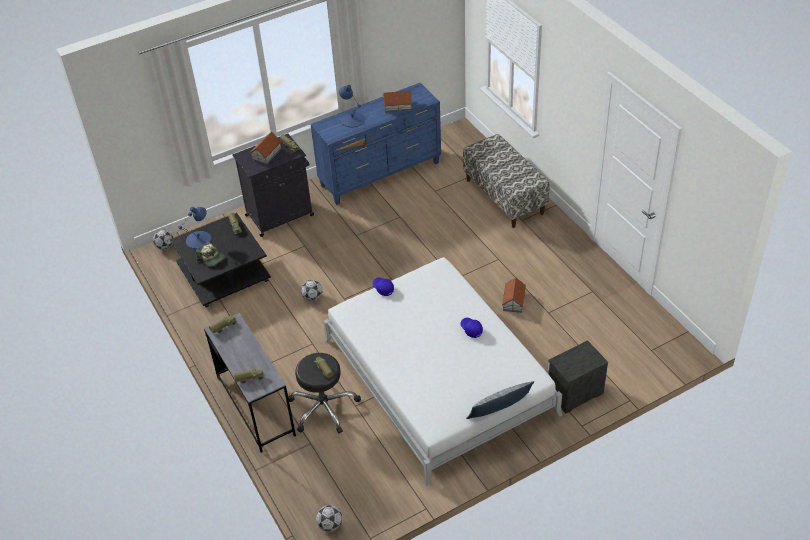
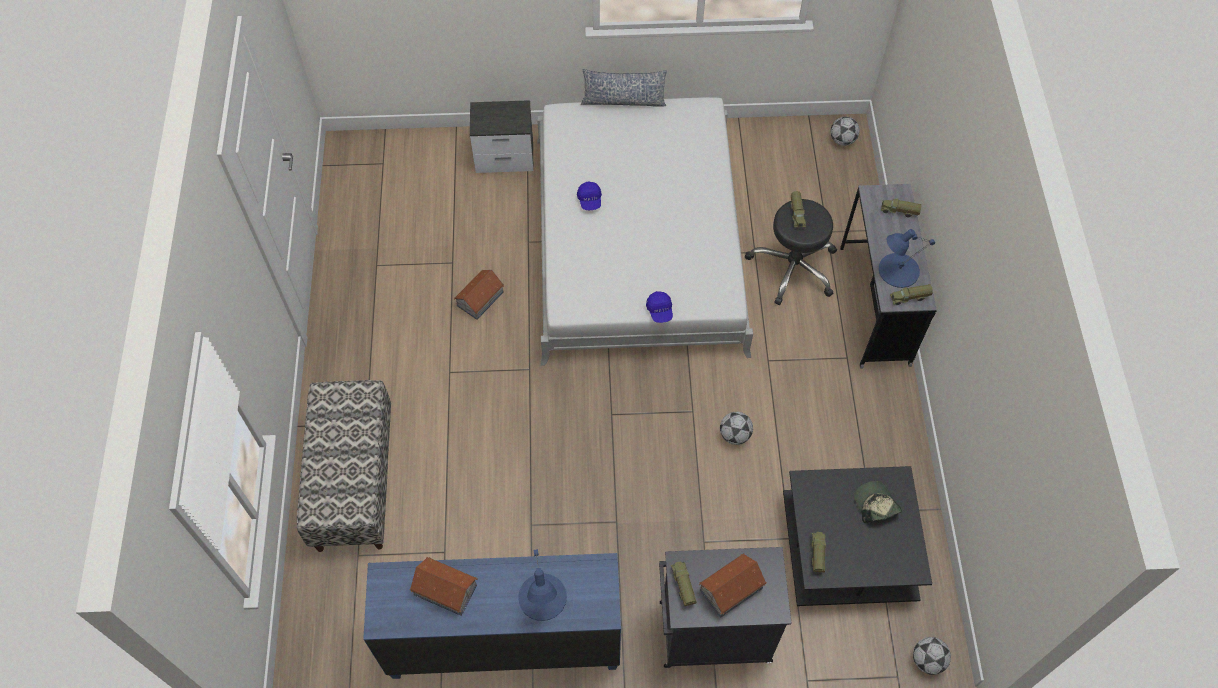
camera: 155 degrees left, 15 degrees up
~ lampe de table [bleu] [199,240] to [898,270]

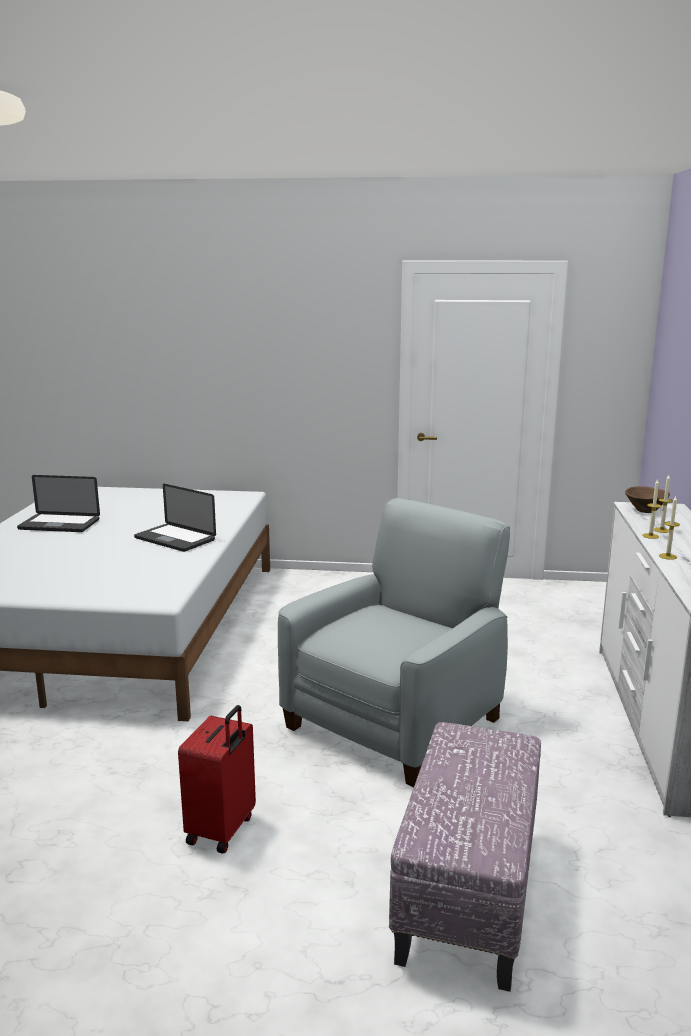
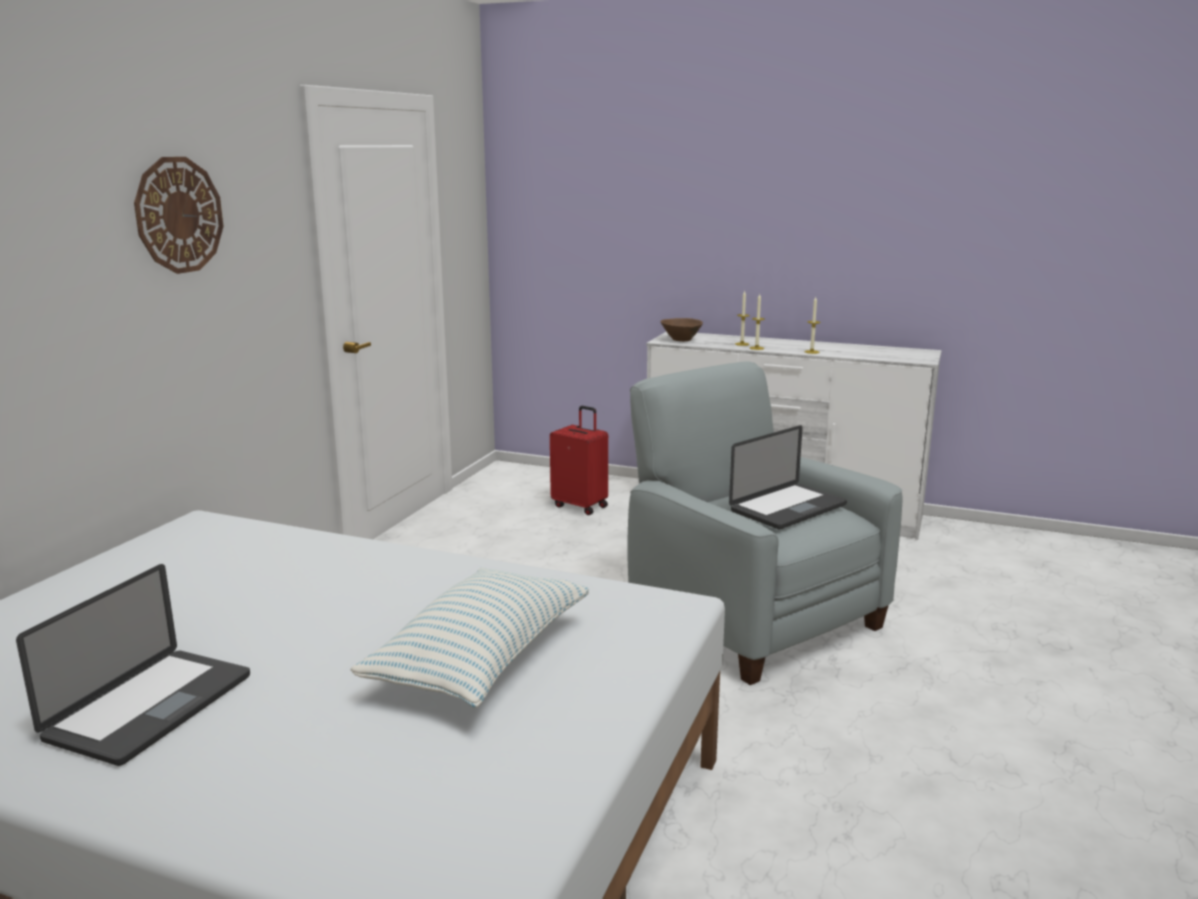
camera: 75 degrees left, 0 degrees up
~ ordinateur portable [175,539] to [788,508]
~ valise [rouge] [222,830] to [581,506]
- pouf [470,893]
+ horloge murale [179,215]
+ coussin [481,660]

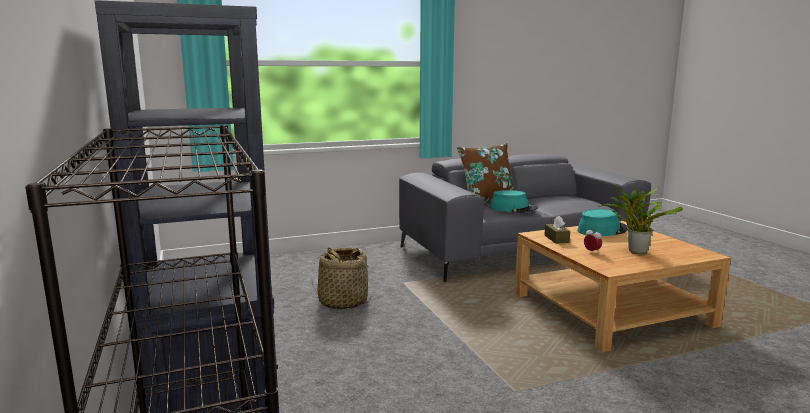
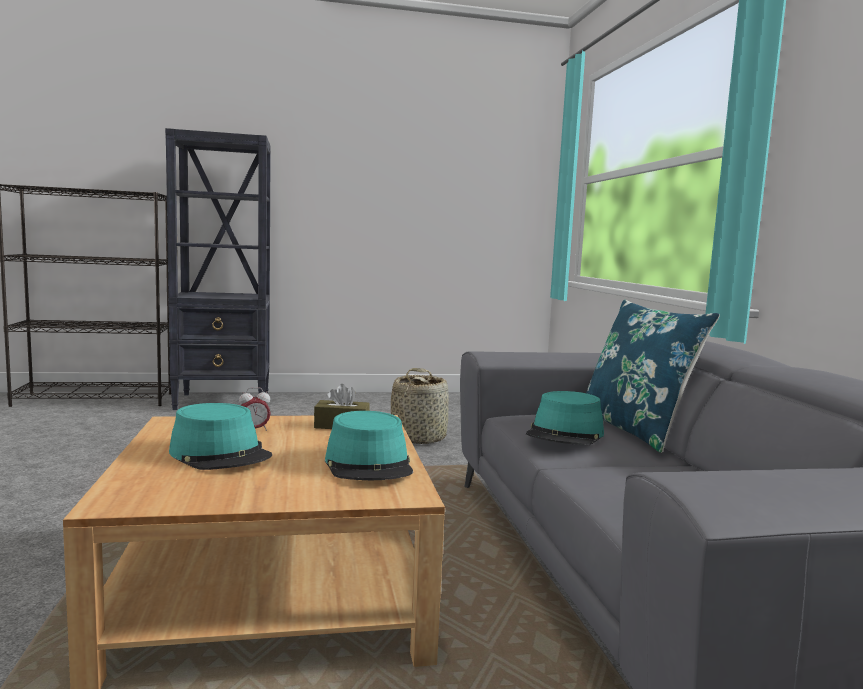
camera: 100 degrees right, 5 degrees down
~ coussin [marron] [487,202] to coussin [bleu] [635,430]
~ plante en pot [635,251] to chapeau [turquoise] [221,454]

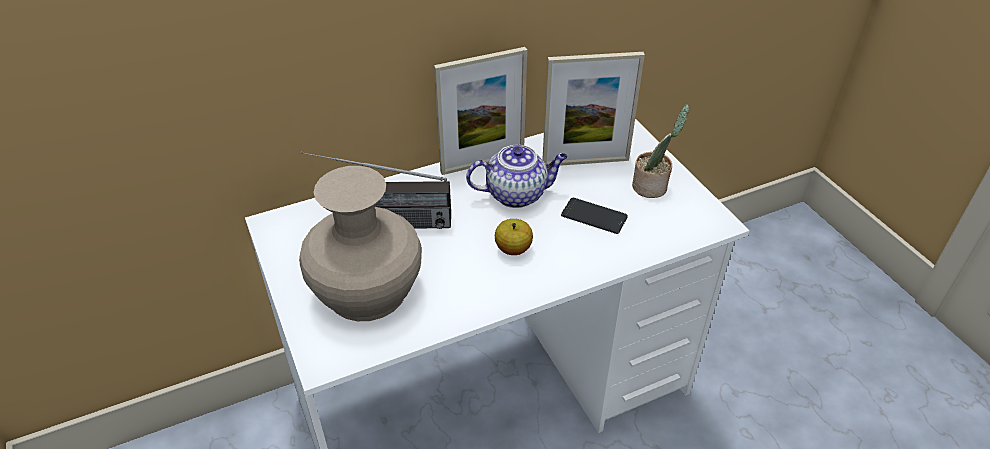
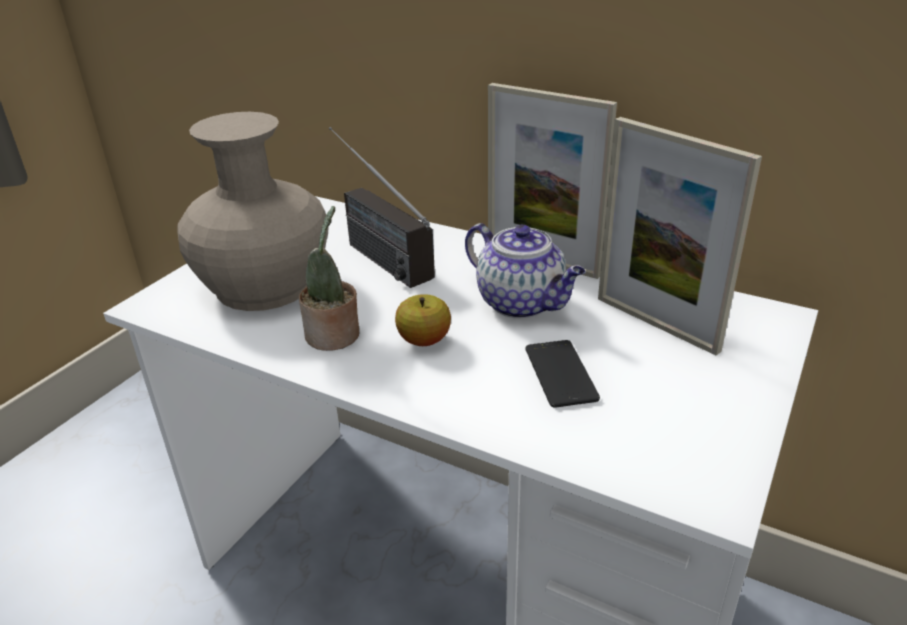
camera: 55 degrees right, 10 degrees down
~ plante en pot [652,187] to [334,337]

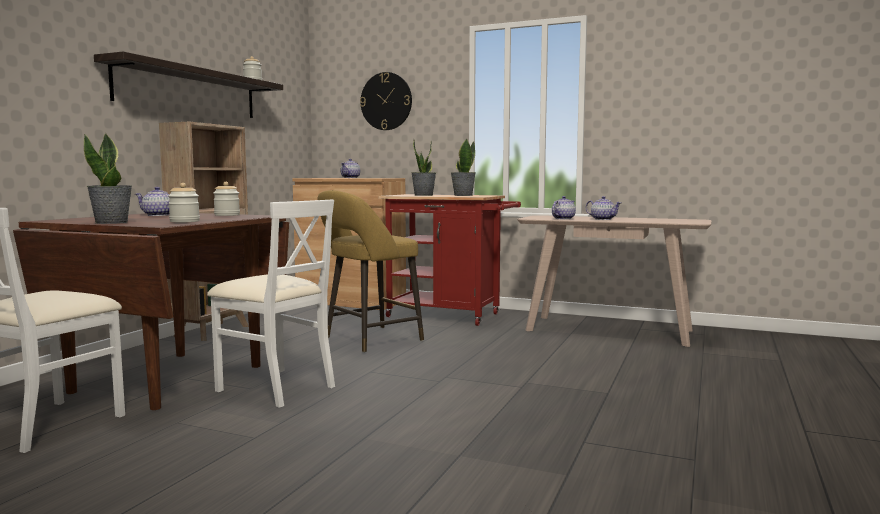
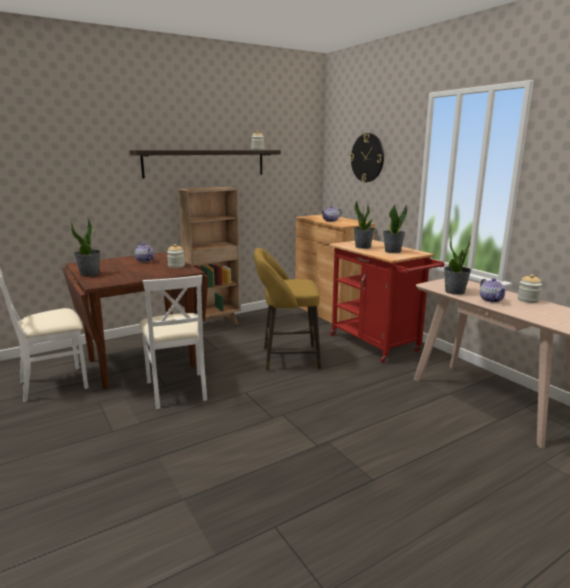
camera: 35 degrees right, 10 degrees up
~ bocal [184,221] to [528,300]
~ théière [562,219] to plante en pot [455,292]

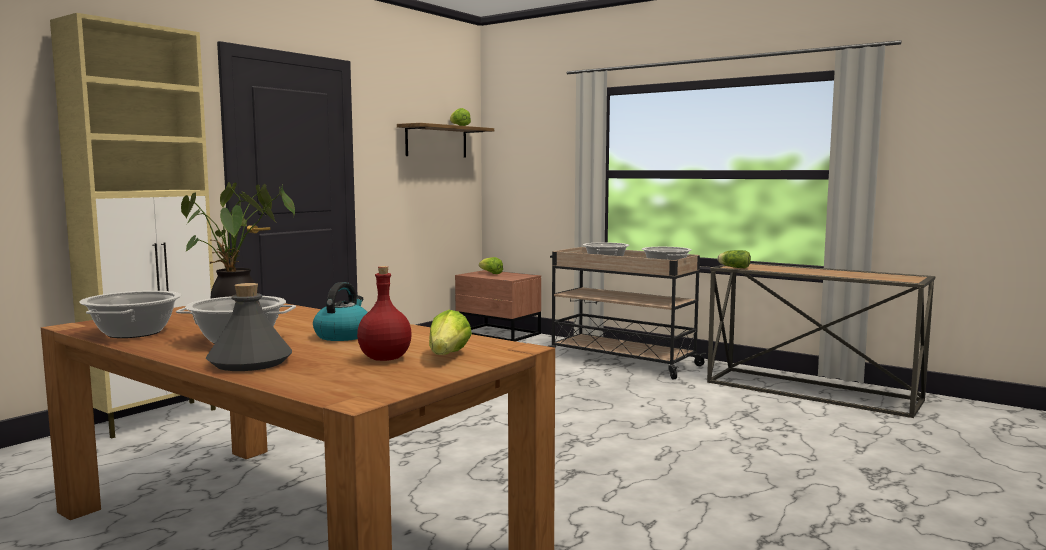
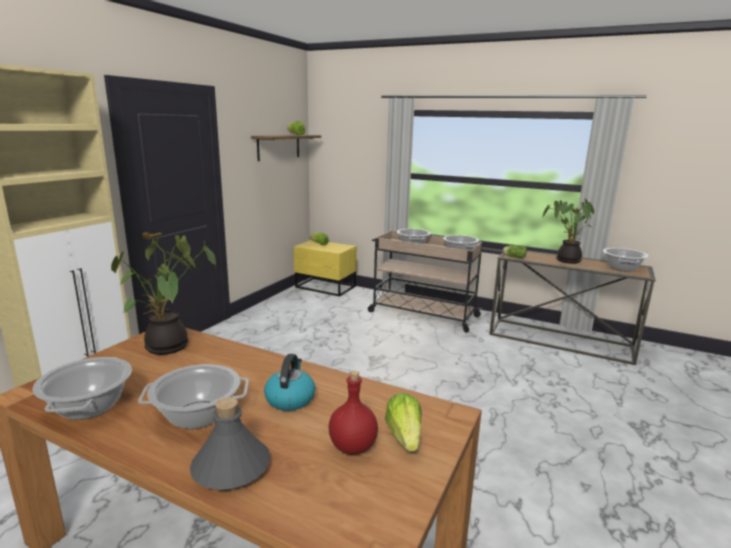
camera: 10 degrees left, 10 degrees up
~ table de chevet [marron] [498,334] to table de chevet [jaune] [325,287]
+ plante en pot [566,260]
+ marmite [622,268]

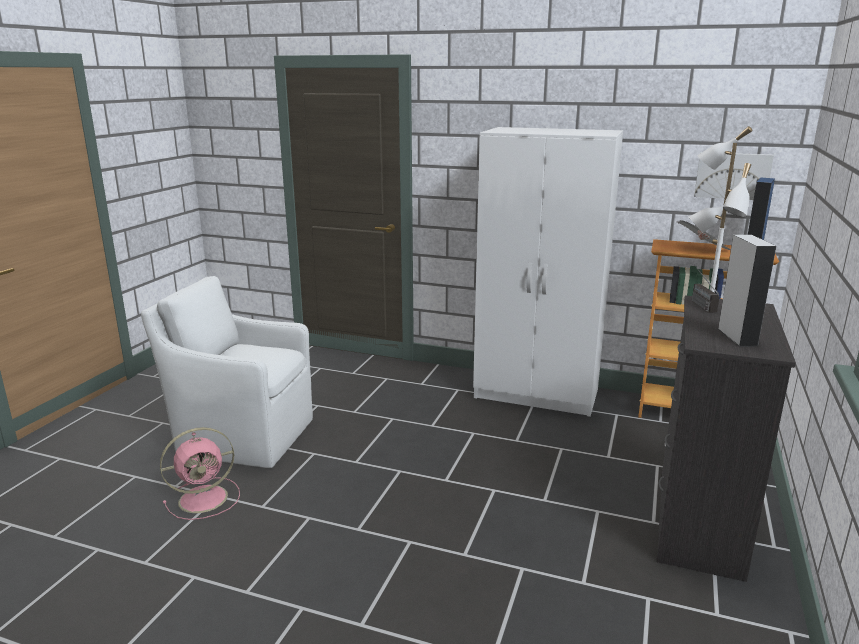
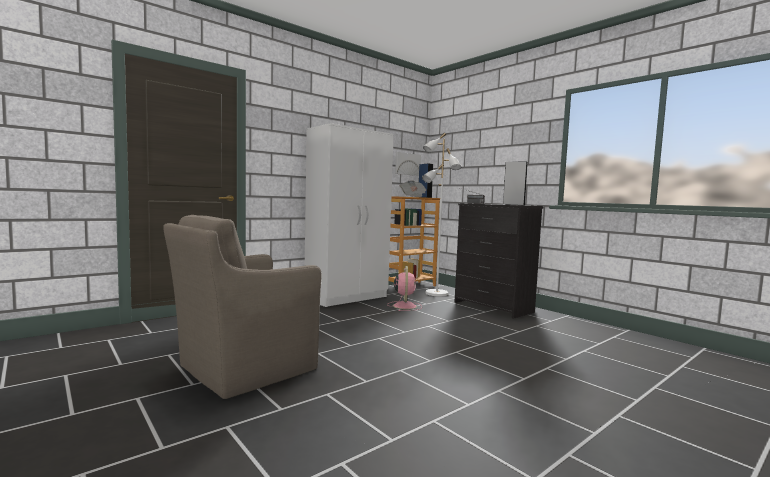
camera: 60 degrees left, 15 degrees down
~ fauteuil [blanc] [243,436] to fauteuil [marron] [244,369]
~ ventilateur [rose] [205,498] to [404,306]

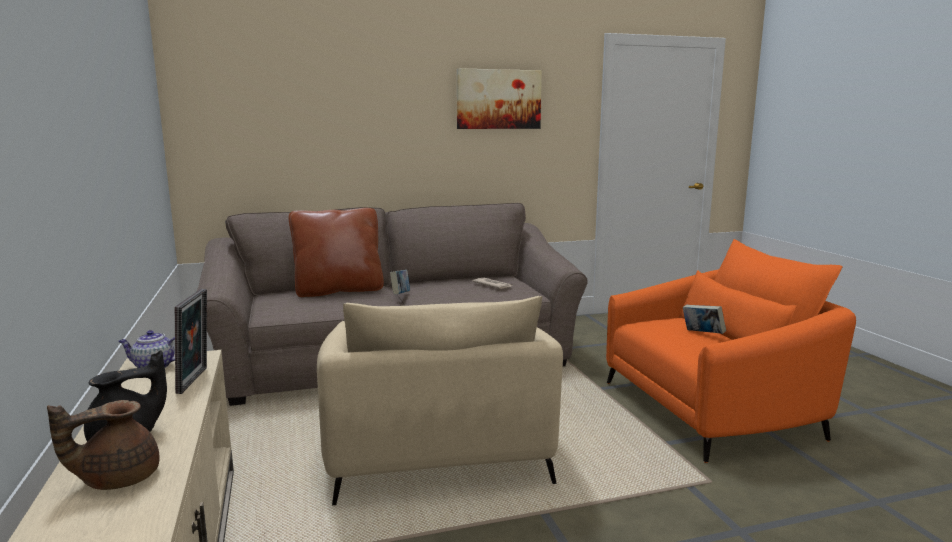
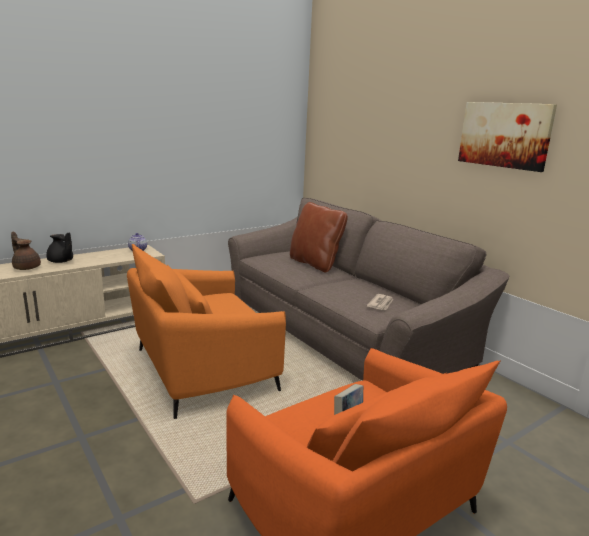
camera: 70 degrees right, 5 degrees up
- livre [400,295]
- cadre photo [196,380]
~ fauteuil [beige] [437,454] to fauteuil [orange] [202,369]

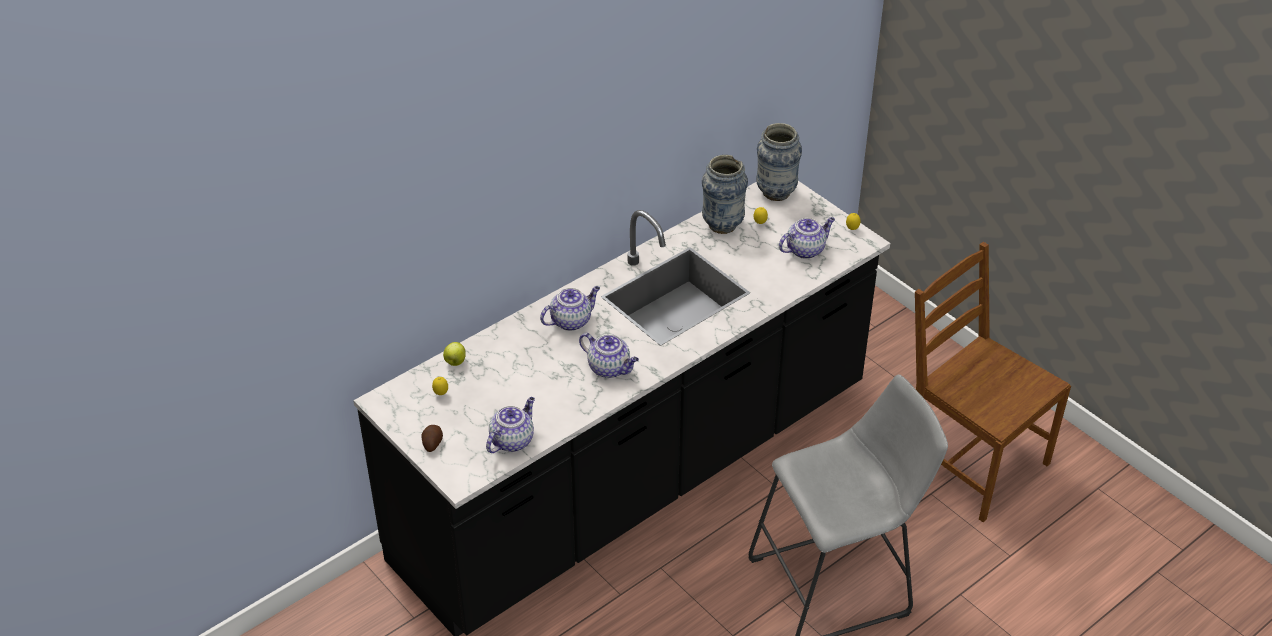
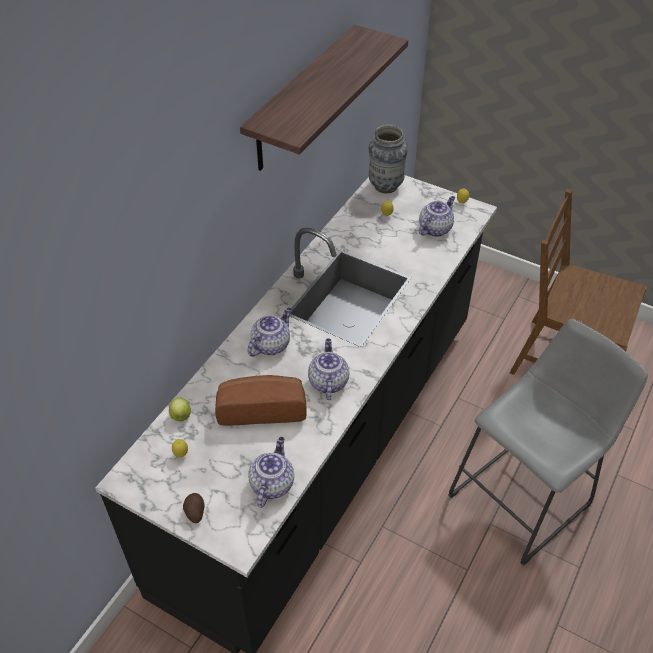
camera: 20 degrees left, 5 degrees up
- vase [722,225]
~ théière [610,368] = [328,382] 105 degrees counterclockwise
+ étagère [302,100]
+ pain [262,408]

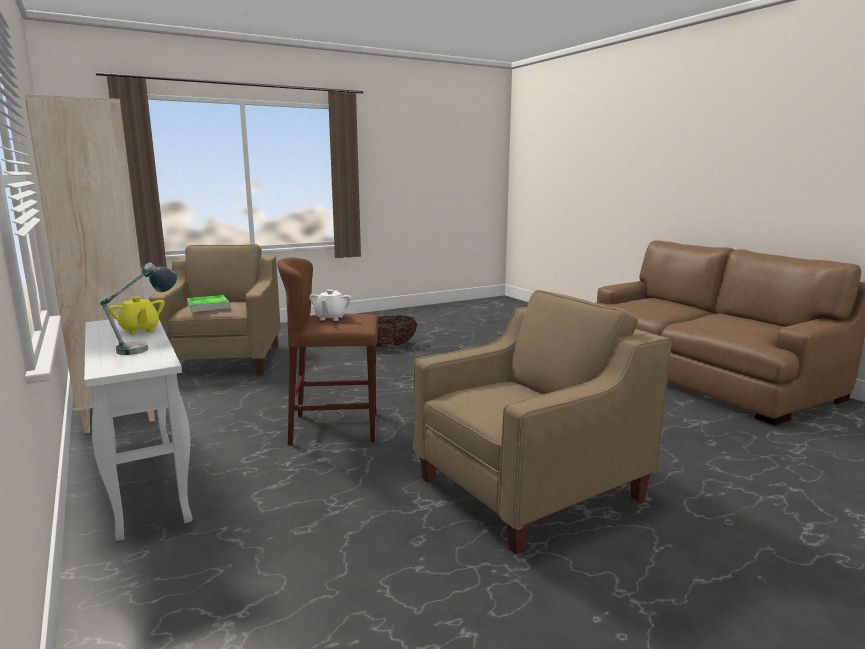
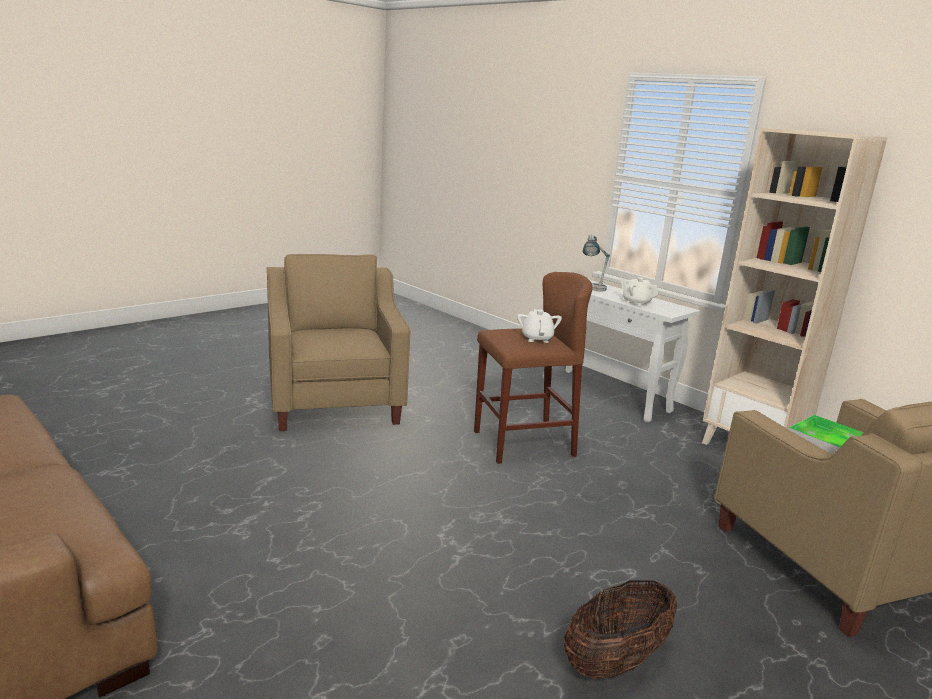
camera: 165 degrees right, 5 degrees up
~ fauteuil [beige] [530,488] = [334,401] 120 degrees clockwise
~ théière [jaune] [140,330] to théière [blanc] [636,302]

